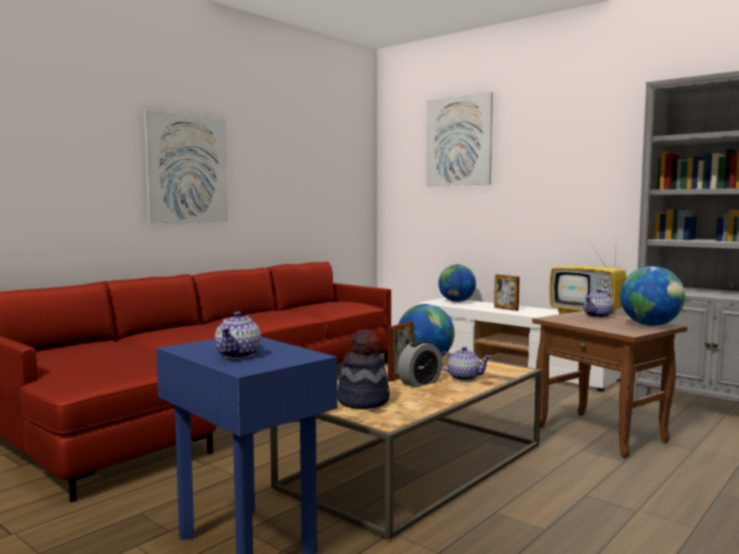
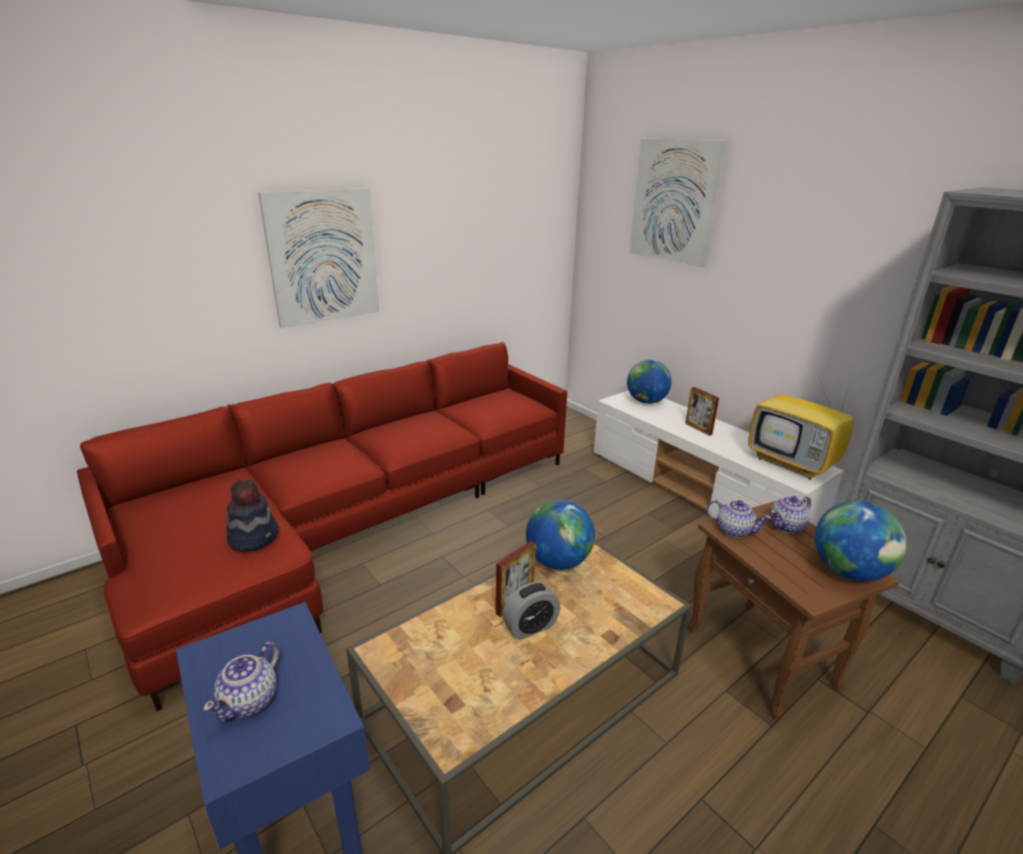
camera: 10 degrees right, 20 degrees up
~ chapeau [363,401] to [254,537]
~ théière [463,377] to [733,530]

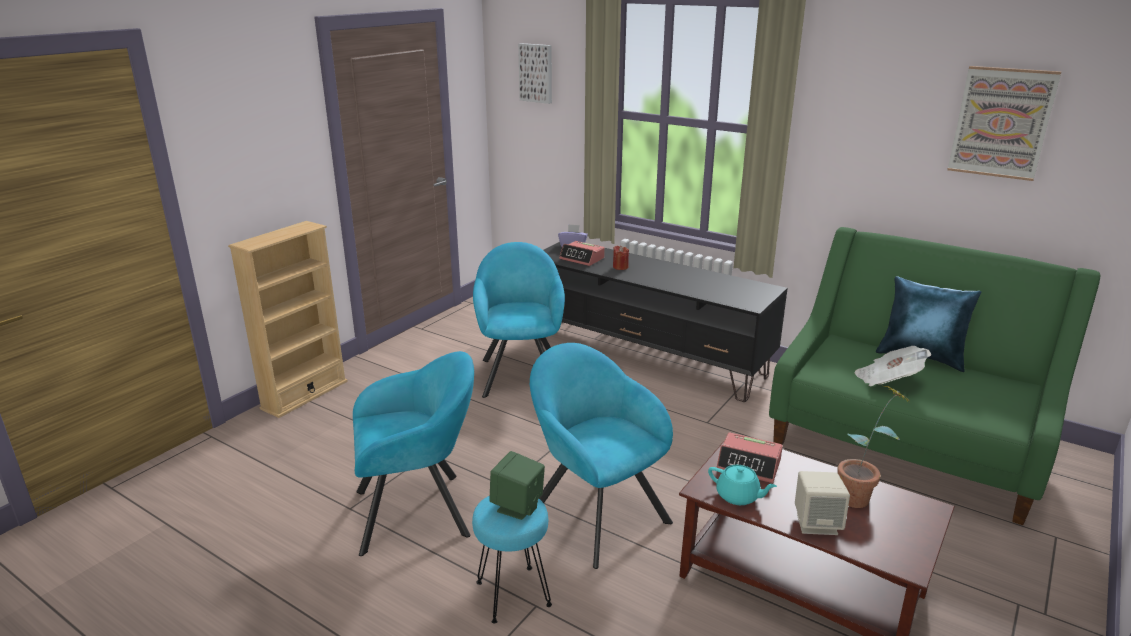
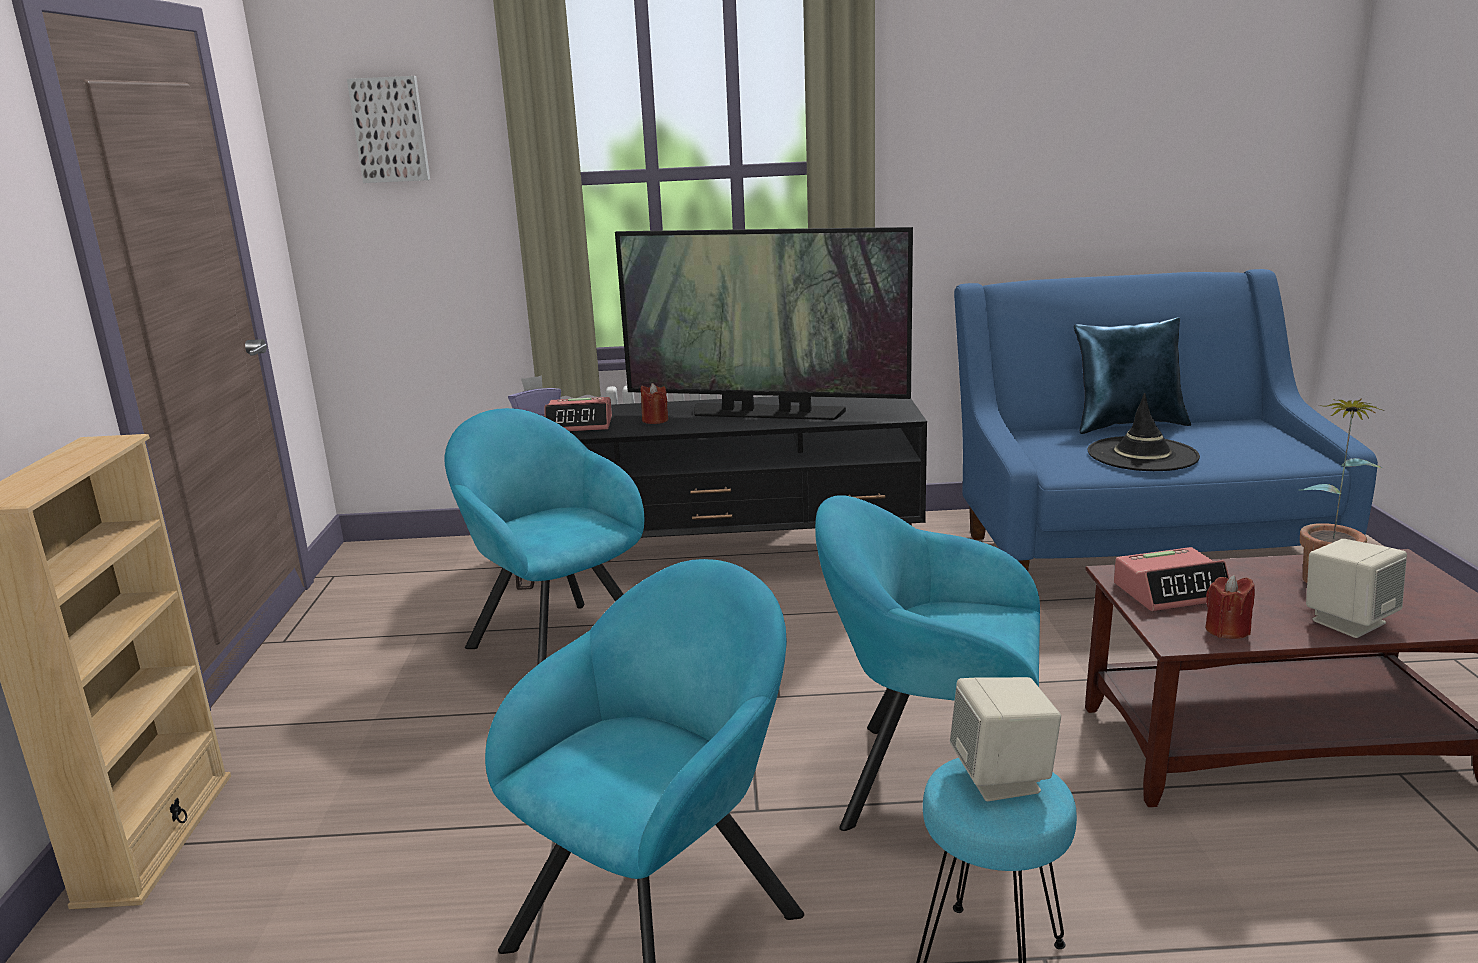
camera: 35 degrees left, 5 degrees down
- tableau [1001,123]
~ canapé [vert] [906,444] to canapé [bleu] [1134,549]
~ journal [888,380] to chapeau [noir] [1142,455]
~ enceinte [vert] [518,507] to enceinte [beige] [1002,778]
~ théière [turquoise] [738,496] to bougie [rouge] [1227,630]
+ téléviseur [766,413]

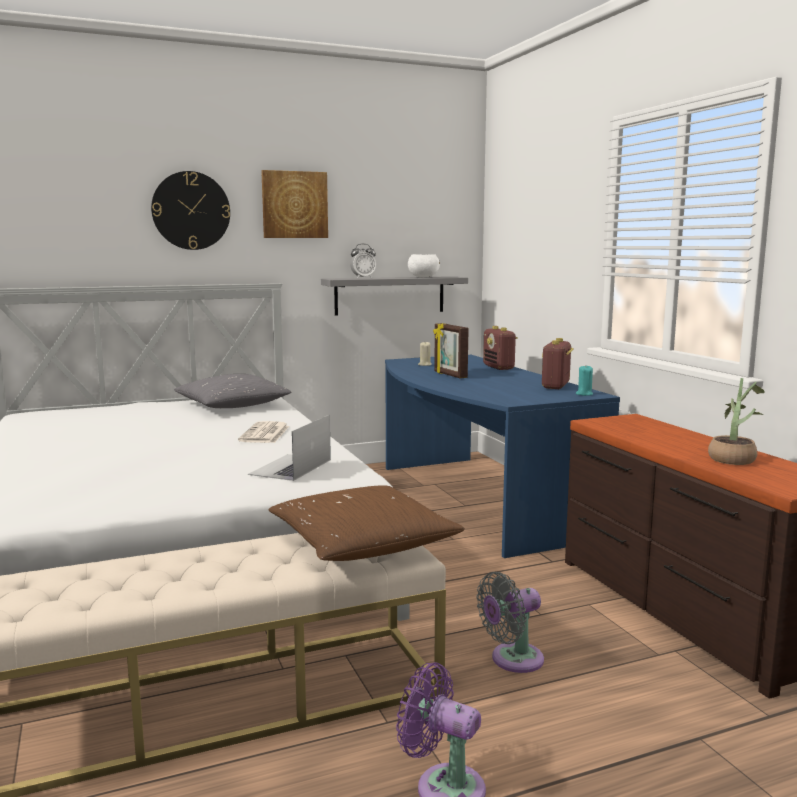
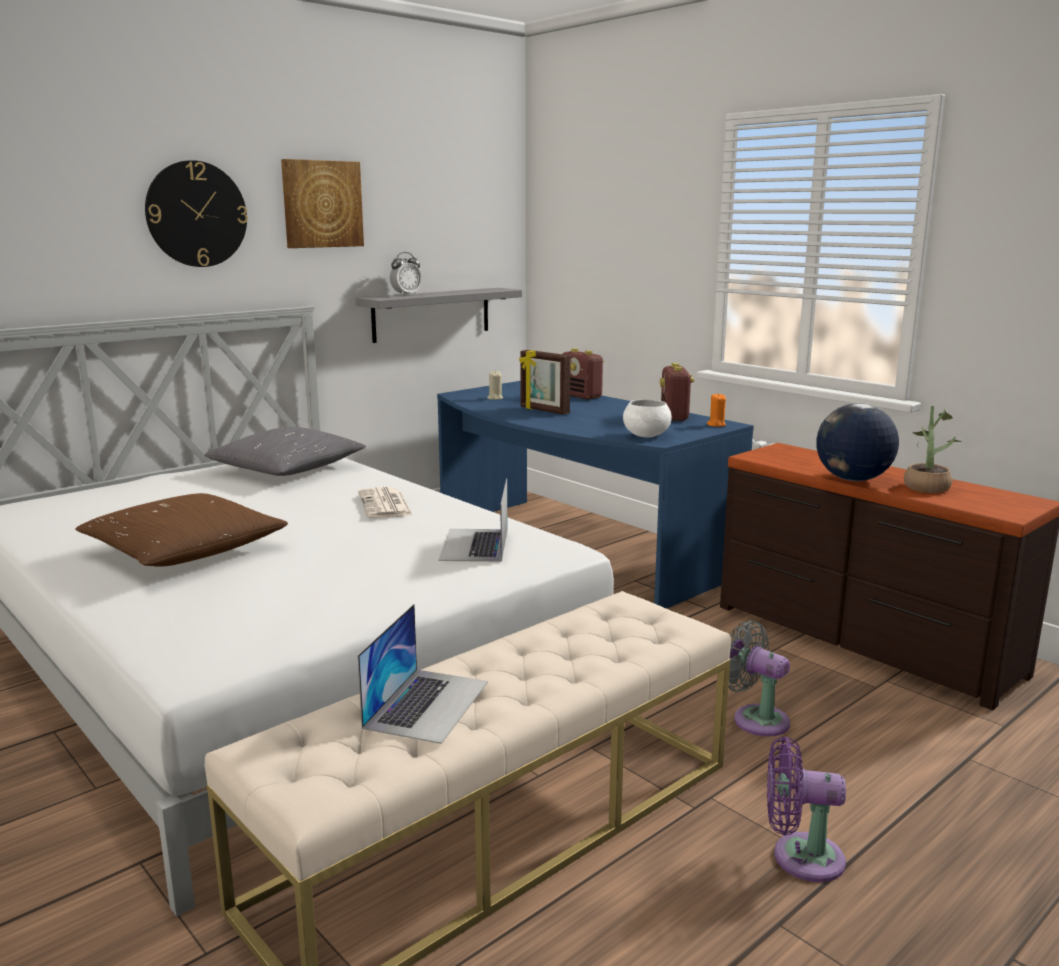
camera: 20 degrees left, 5 degrees up
~ bol [blanc] [423,277] to [646,435]
~ bougie [turquoise] [584,394] to bougie [orange] [716,425]
~ coussin [marron] [362,543] to [184,551]
~ ventilateur [gris] [512,660] = [755,719] 90 degrees clockwise
+ globe [852,479]
+ ordinateur portable [427,704]

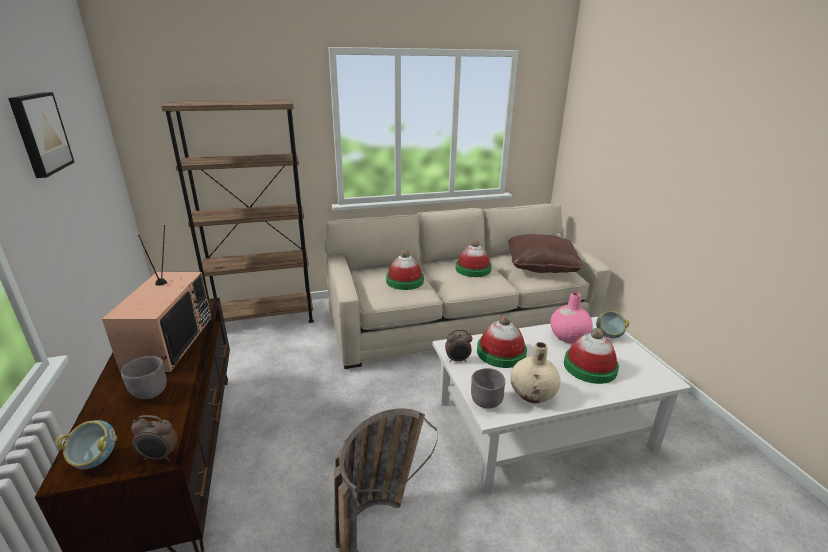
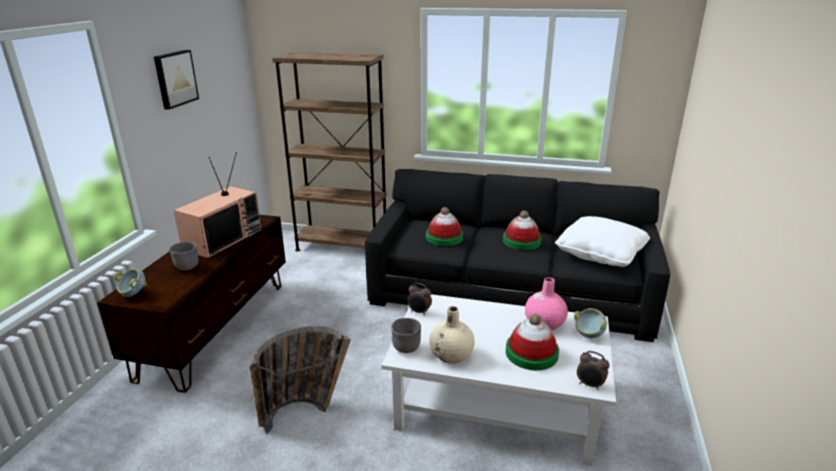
camera: 30 degrees right, 0 degrees up
~ canapé [beige] [459,318] to canapé [noir] [510,291]
~ coussin [marron] [541,265] to coussin [blanc] [600,254]
- chapeau [501,353]
~ réveil [160,456] to [590,385]

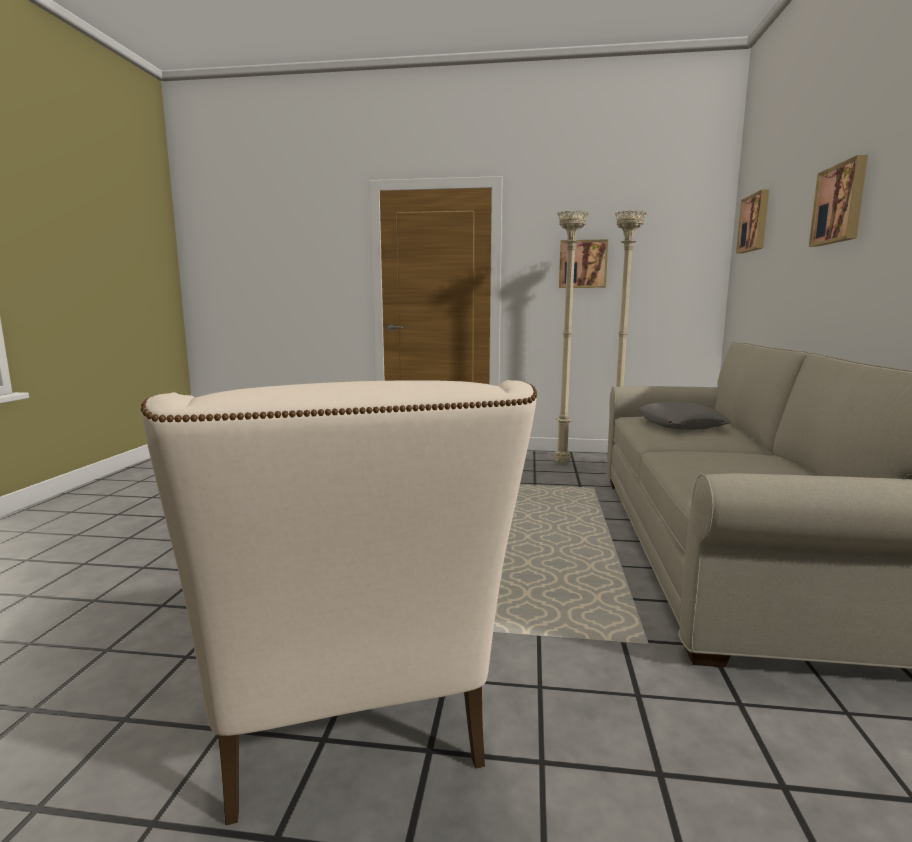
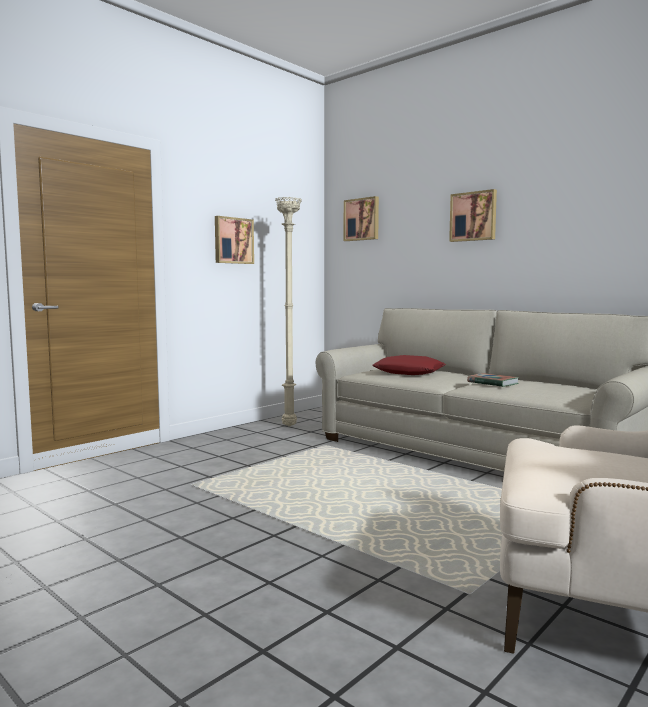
camera: 55 degrees left, 5 degrees down
- lampadaire [beige] [563,464]
~ coussin [gris] [680,424] to coussin [rouge] [409,372]
+ livre [492,383]

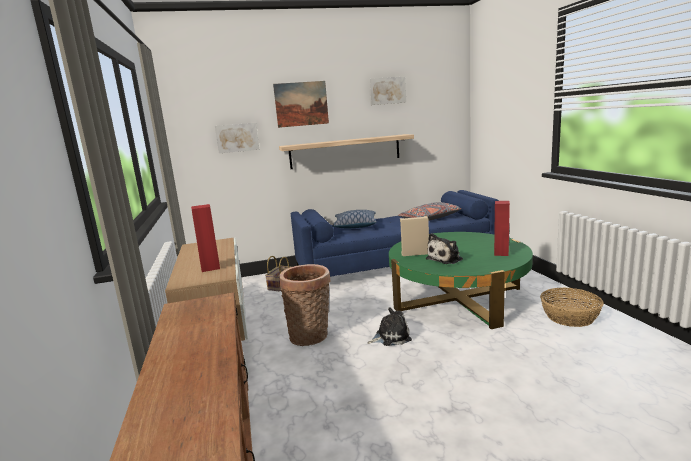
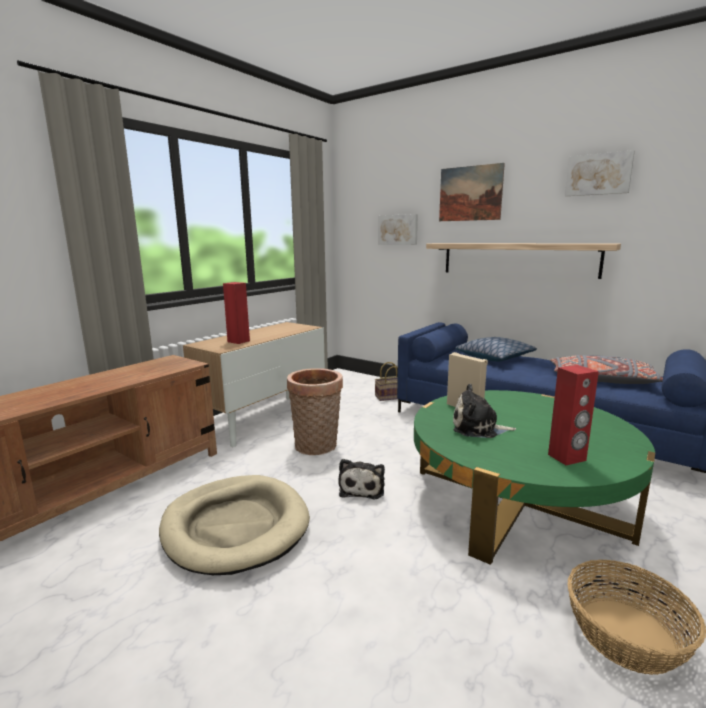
camera: 50 degrees right, 0 degrees up
~ peluche [391,337] = [362,488] 60 degrees clockwise
+ panier pour chien [beige] [235,526]

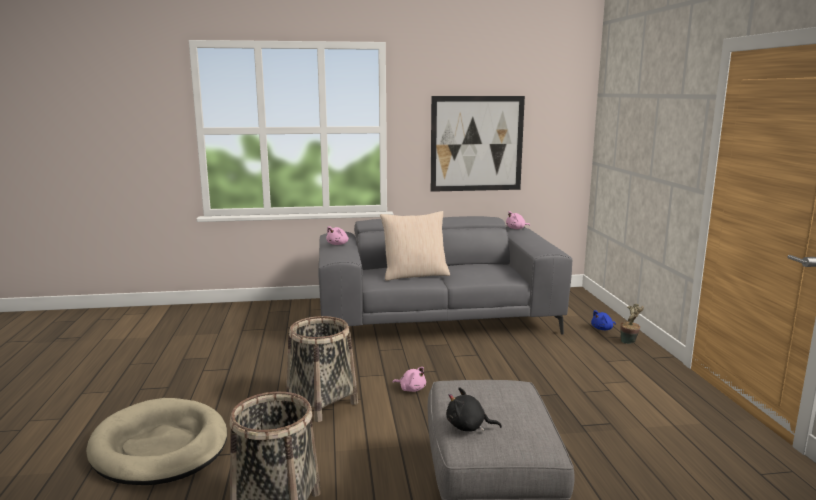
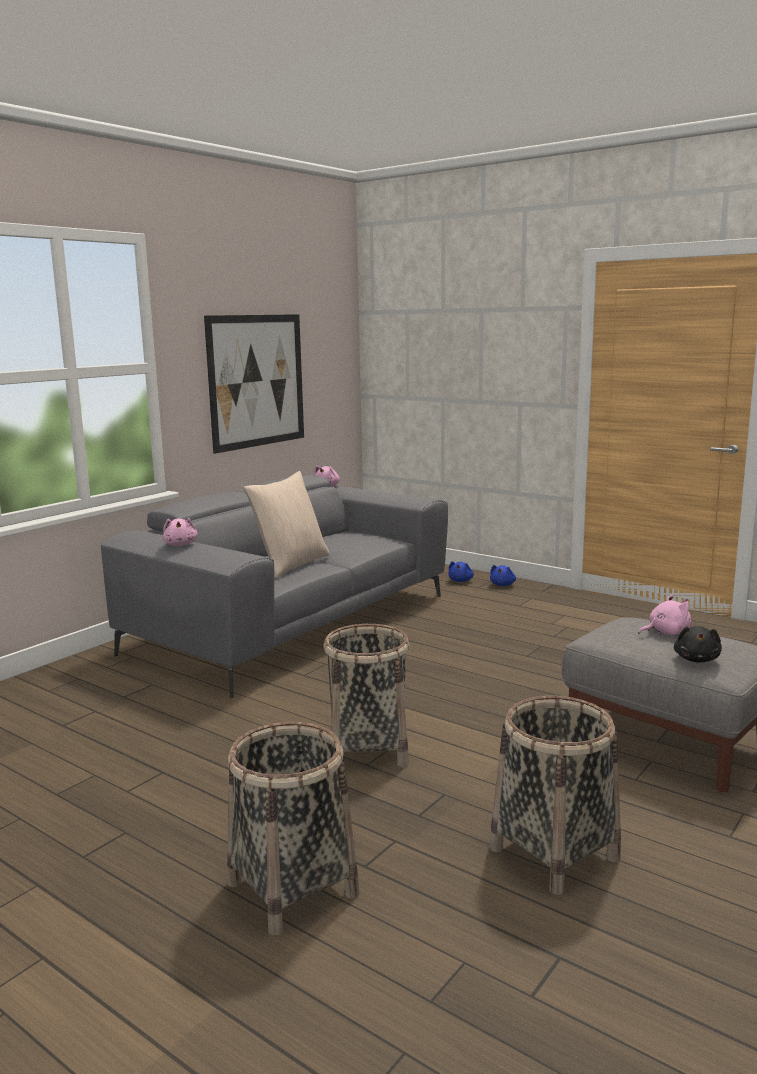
camera: 45 degrees left, 0 degrees up
~ plante en pot [629,342] to peluche [bleu] [503,585]
~ peluche [rose] [411,389] to [666,632]
~ peluche [noir] [468,427] = [696,659] 45 degrees counterclockwise
~ panier pour chien [beige] [160,447] to panier [293,889]

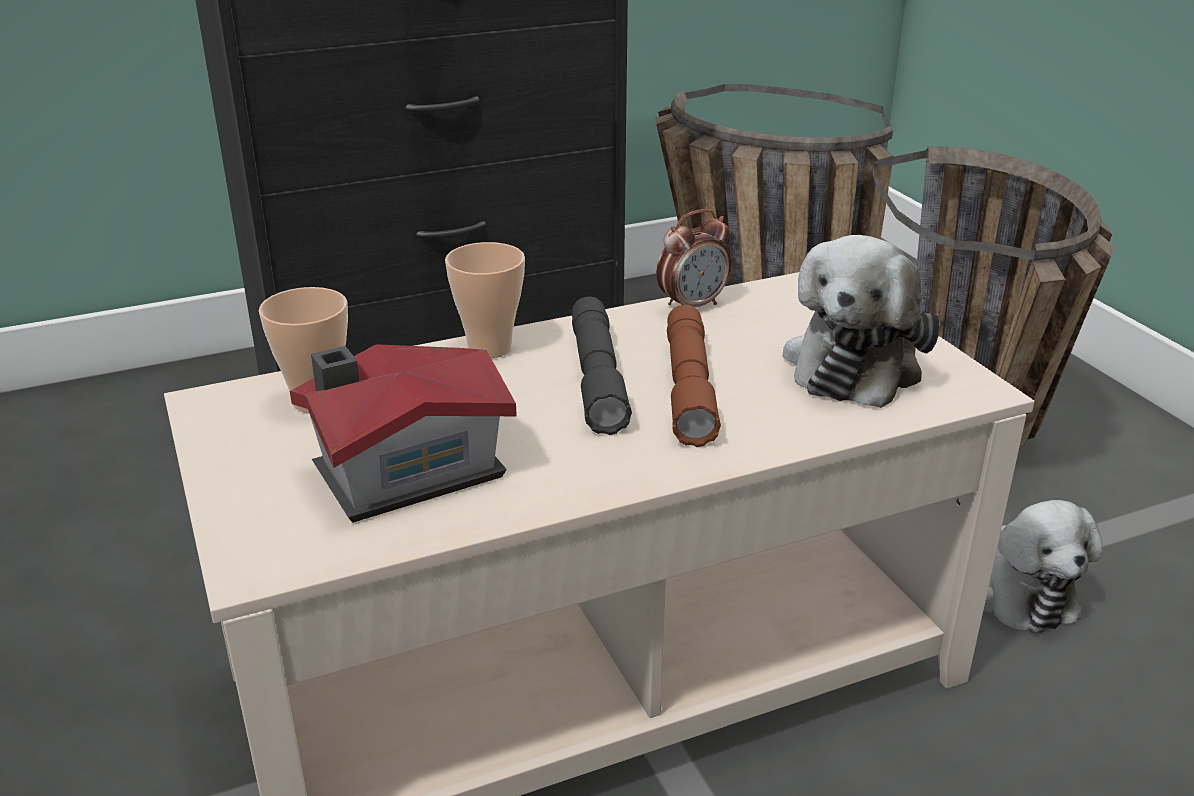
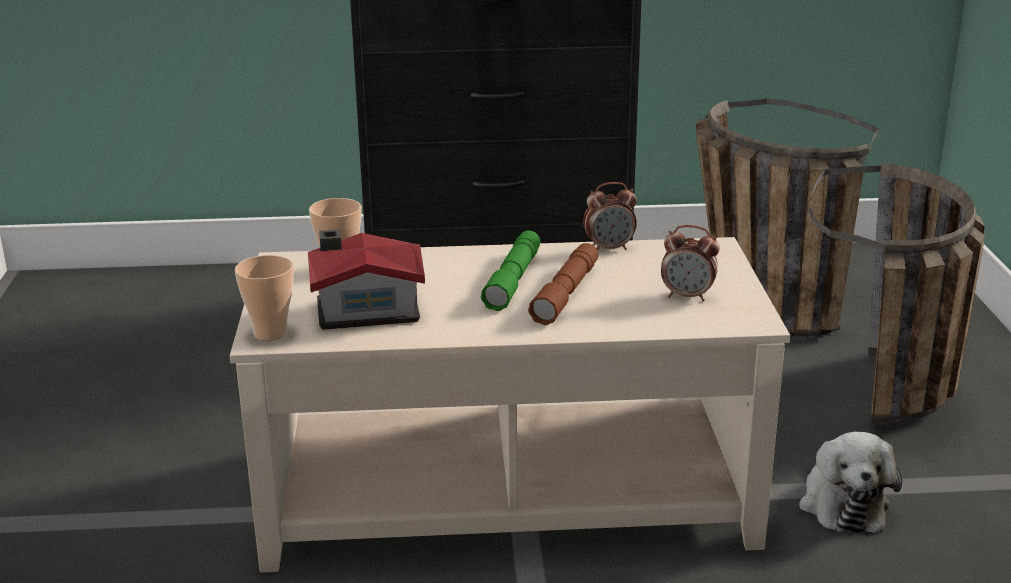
camera: 20 degrees right, 5 degrees down
~ peluche [855,363] to réveil [688,296]
~ tasse [489,348] to [270,333]
~ lampe de poche [gris] [597,378] to lampe de poche [vert] [513,280]

